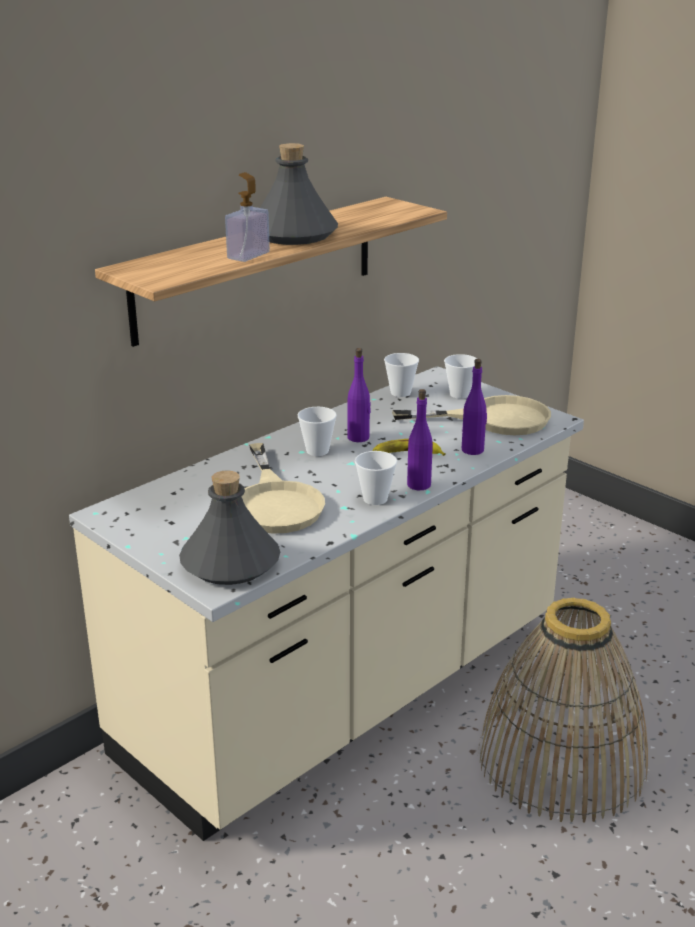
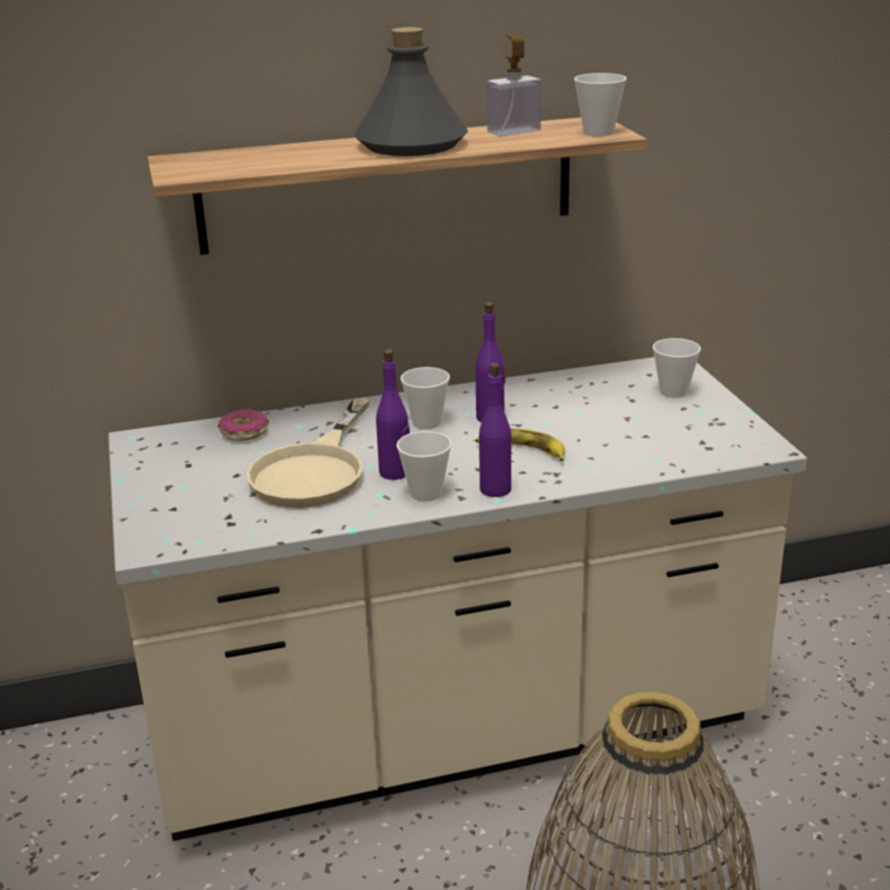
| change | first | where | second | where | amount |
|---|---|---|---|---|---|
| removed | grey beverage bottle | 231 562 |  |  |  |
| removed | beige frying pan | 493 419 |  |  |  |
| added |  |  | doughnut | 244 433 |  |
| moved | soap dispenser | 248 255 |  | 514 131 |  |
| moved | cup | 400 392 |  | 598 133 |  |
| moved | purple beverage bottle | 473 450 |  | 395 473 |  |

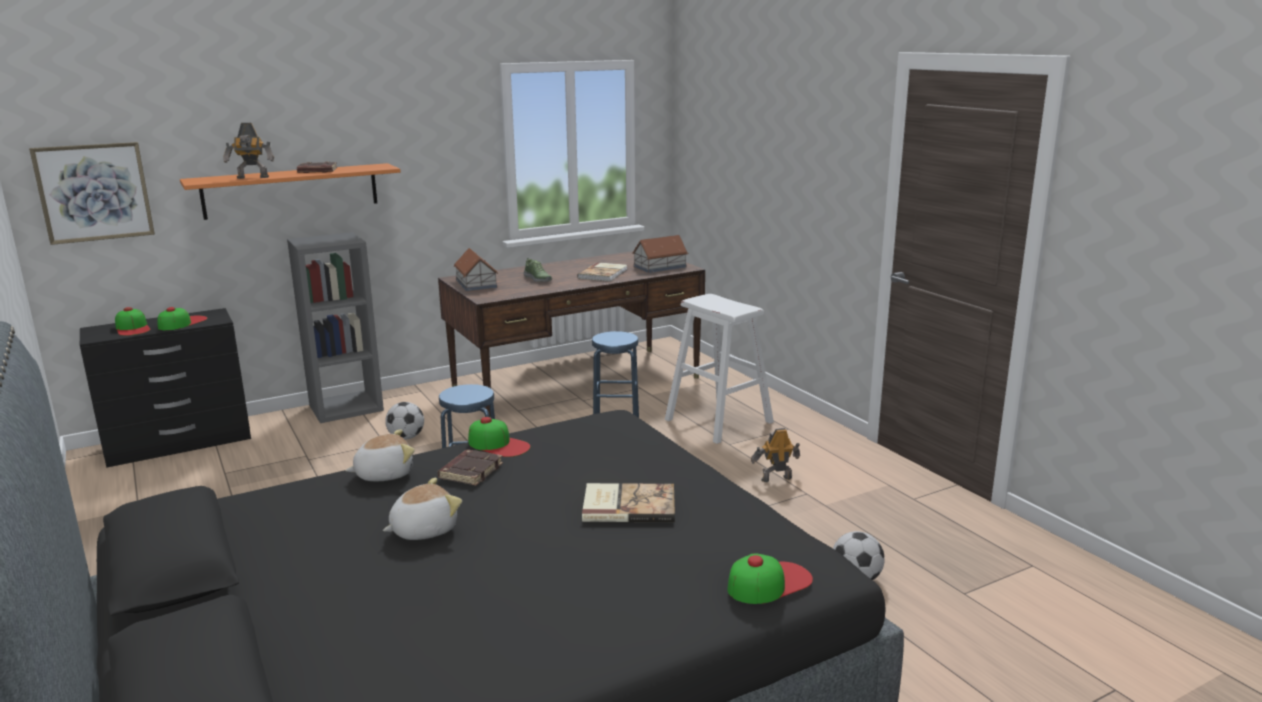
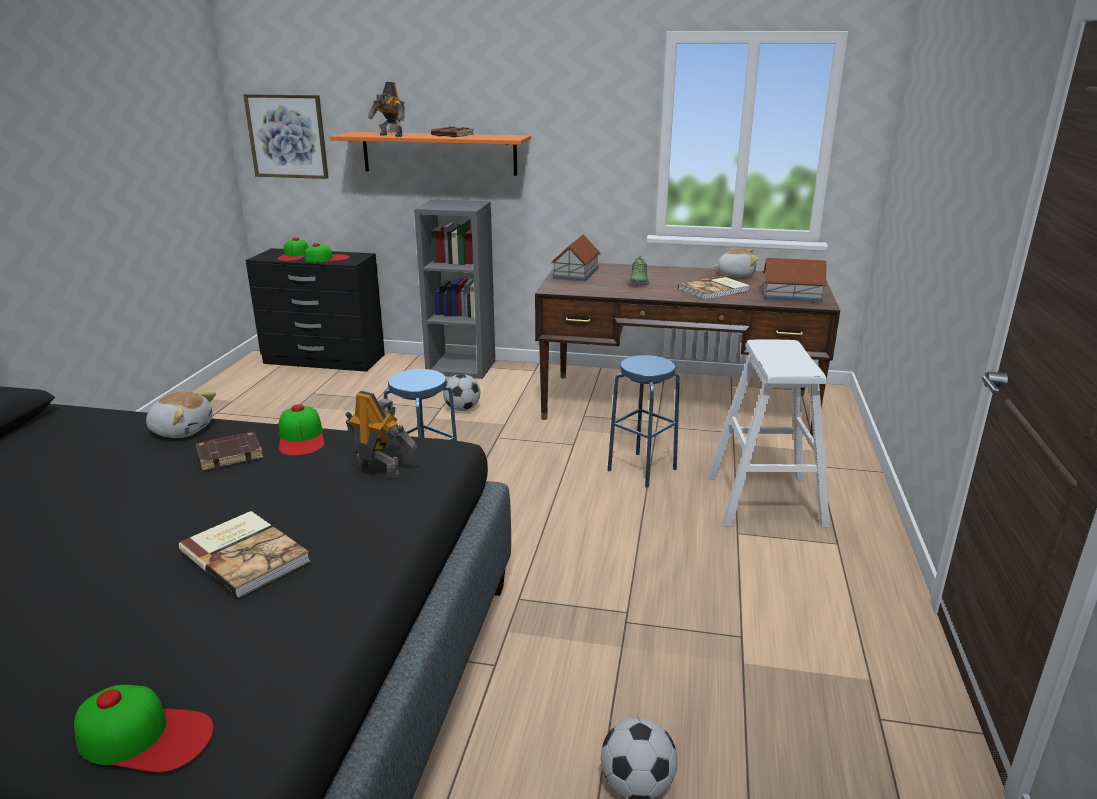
| change | first | where | second | where | amount |
|---|---|---|---|---|---|
| moved | plush toy | 423 530 |  | 735 274 |  |
| moved | toy robot | 775 478 |  | 380 470 |  |

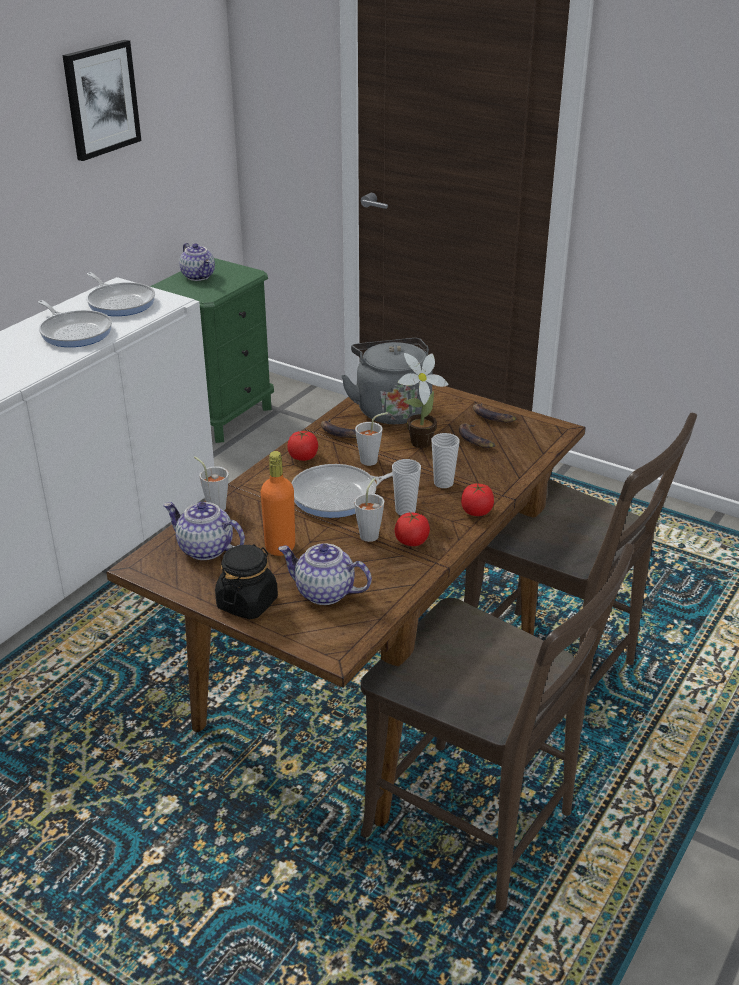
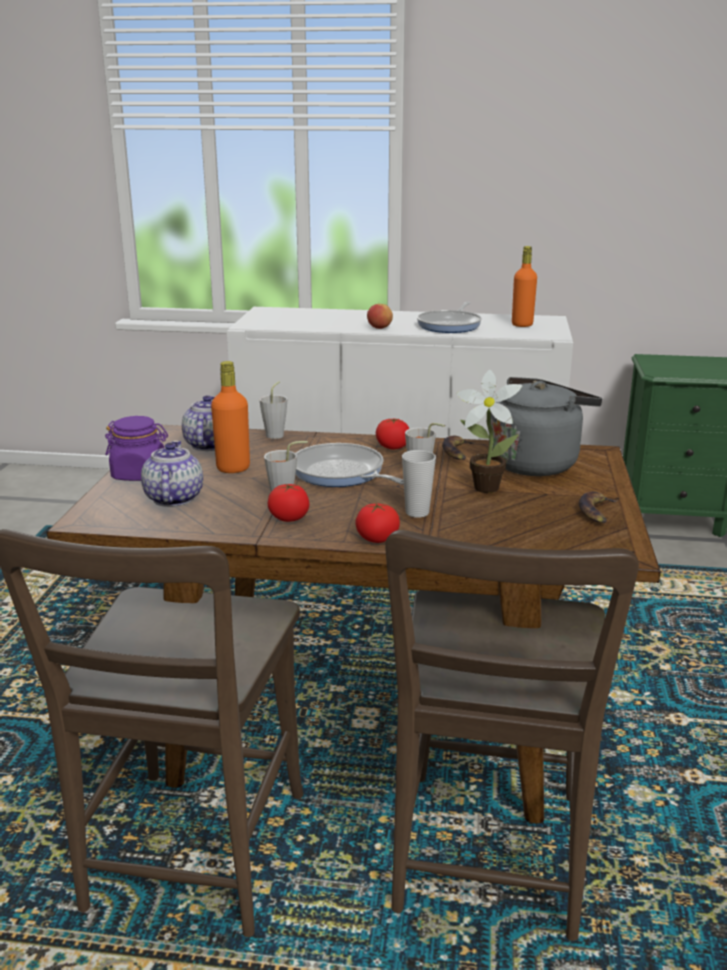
| change | first | where | second | where | amount |
|---|---|---|---|---|---|
| removed | picture | 101 99 |  |  |  |
| removed | pot for tea | 199 276 |  |  |  |
| removed | cup | 405 510 |  |  |  |
| removed | banana | 475 439 |  |  |  |
| added |  |  | apple fruit | 379 328 |  |
| replaced | frying pan | 120 302 | orangey beverage bottle | 522 325 |  |
| recoloured | black preserve jar | 247 603 | purple preserve jar | 139 474 |  |

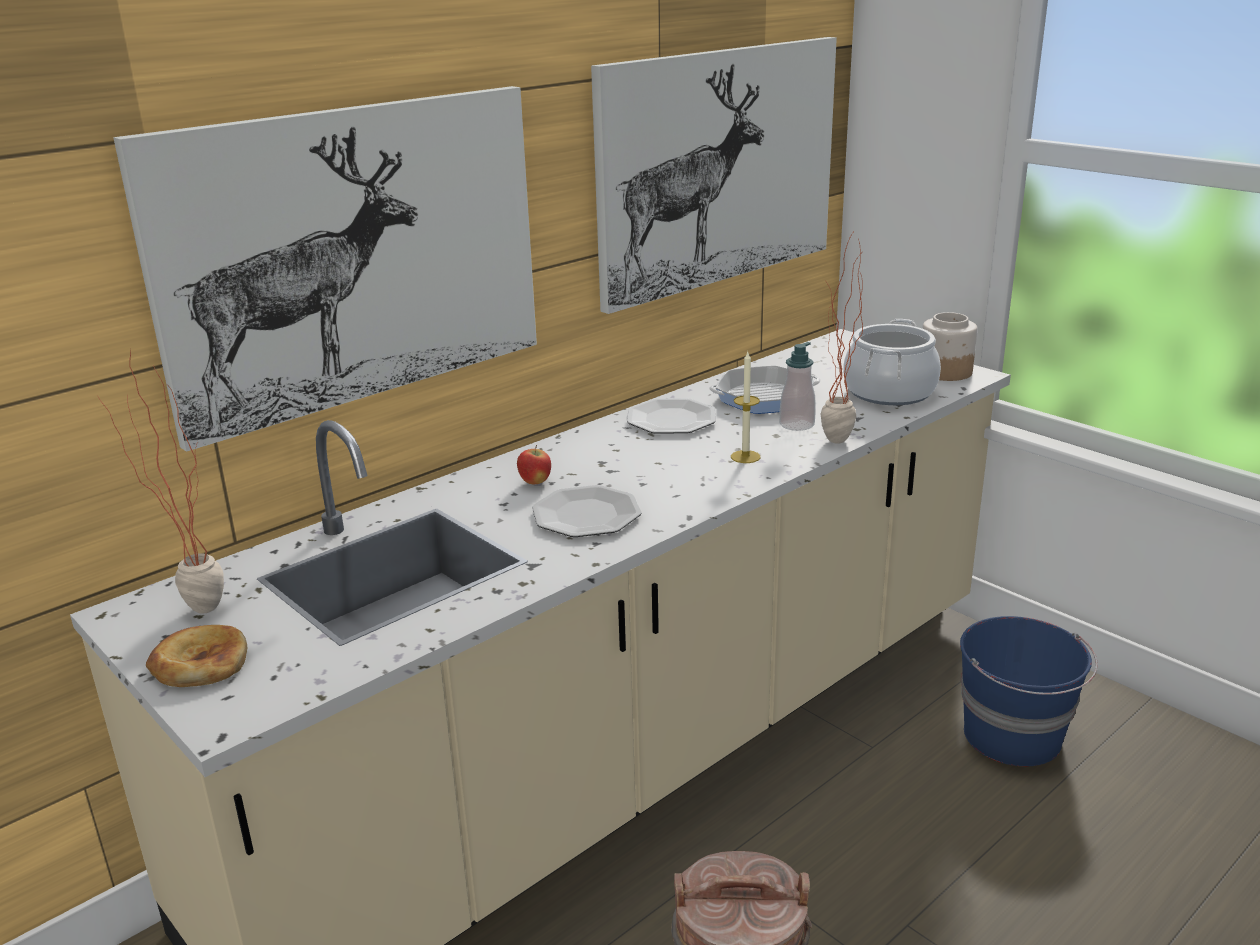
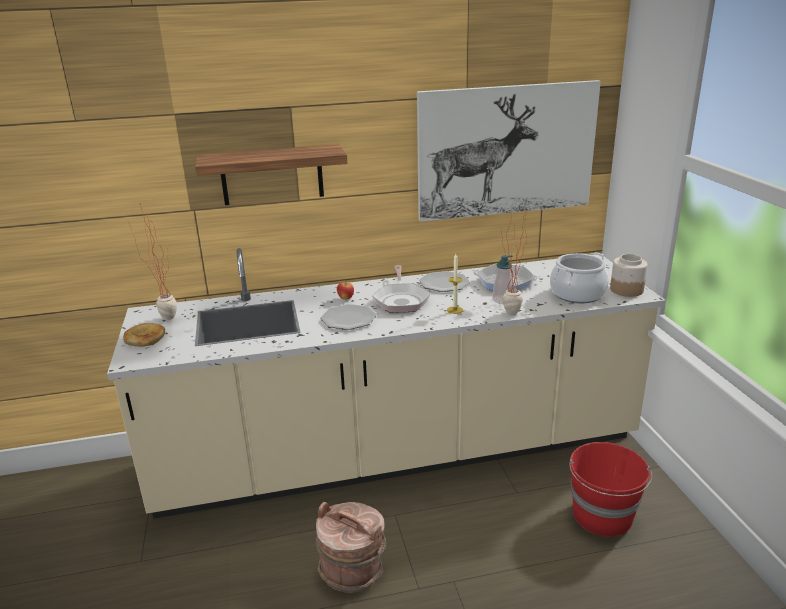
| change | first | where | second | where | amount |
|---|---|---|---|---|---|
| added |  |  | frying pan | 401 300 |  |
| replaced | picture | 355 256 | shelf | 272 175 |  |
| recoloured | blue bucket | 1014 737 | reddish bucket | 603 516 |  |

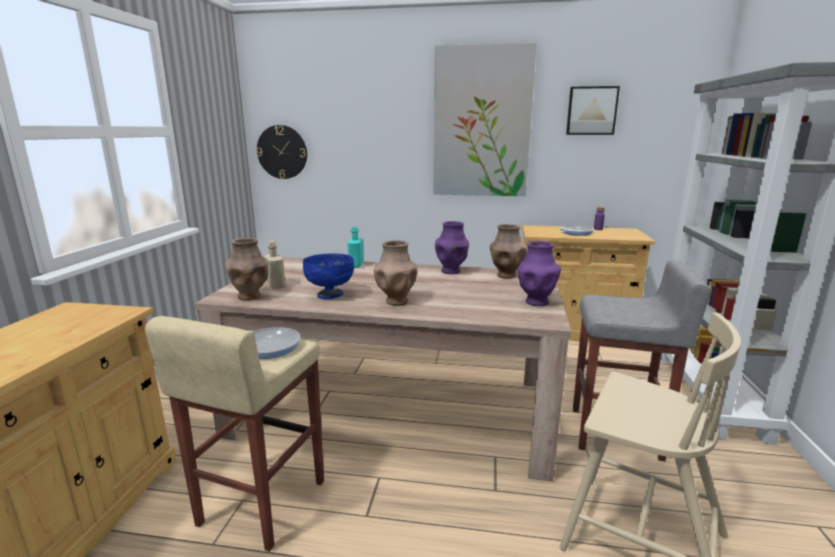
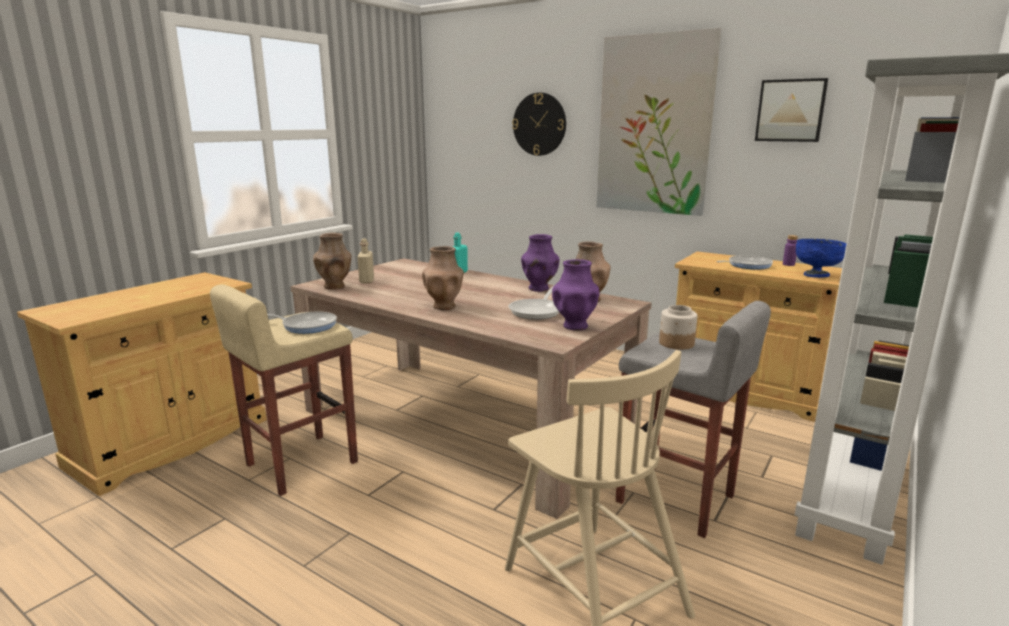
| change | first | where | second | where | amount |
|---|---|---|---|---|---|
| added |  |  | frying pan | 537 311 |  |
| added |  |  | preserve jar | 676 343 |  |
| moved | wall clock | 282 152 |  | 539 124 |  |
| moved | blue deep dish | 330 295 |  | 816 275 |  |

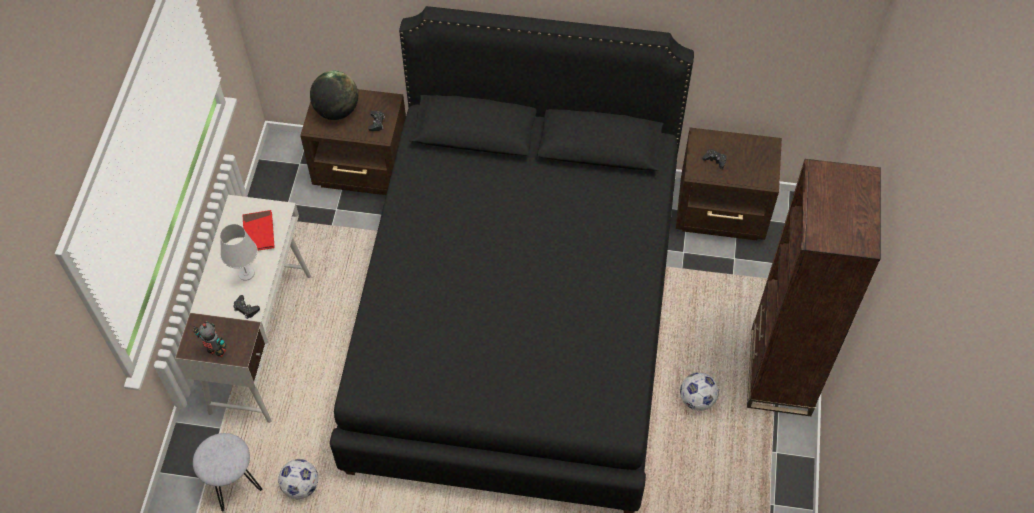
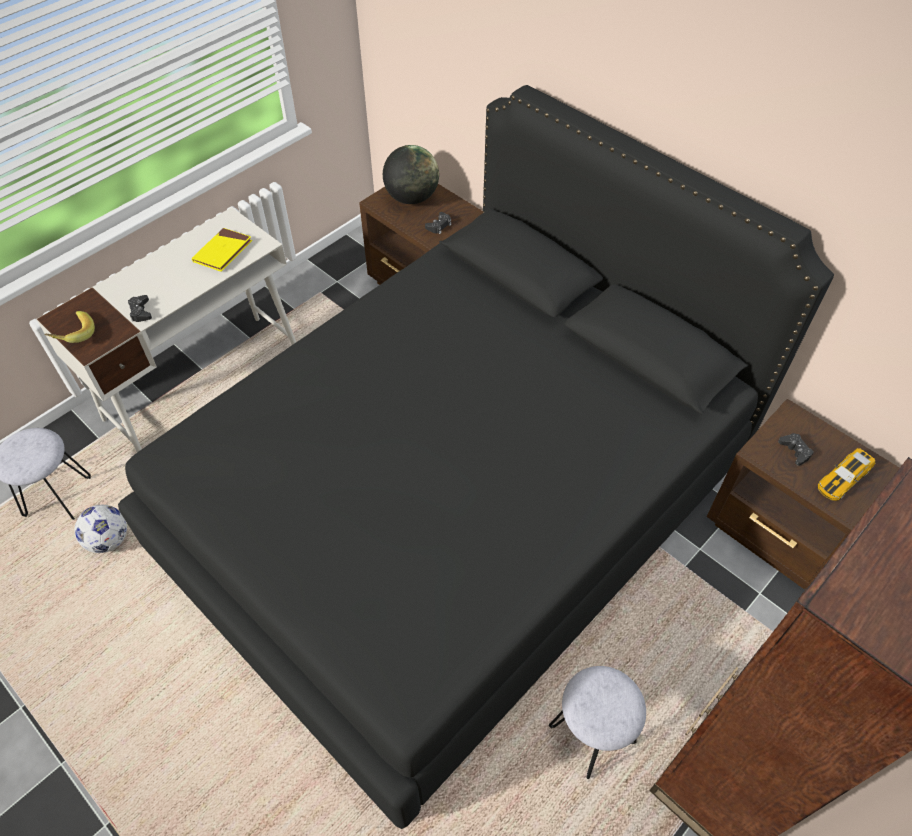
| change | first | where | second | where | amount |
|---|---|---|---|---|---|
| removed | whitish tabletop lamp | 246 273 |  |  |  |
| added |  |  | model car | 843 479 |  |
| replaced | toy robot | 216 352 | banana | 73 335 |  |
| replaced | ball for football | 697 400 | grey sitting stool | 591 735 |  |
| recoloured | reddish book | 258 232 | yellow book | 223 252 |  |

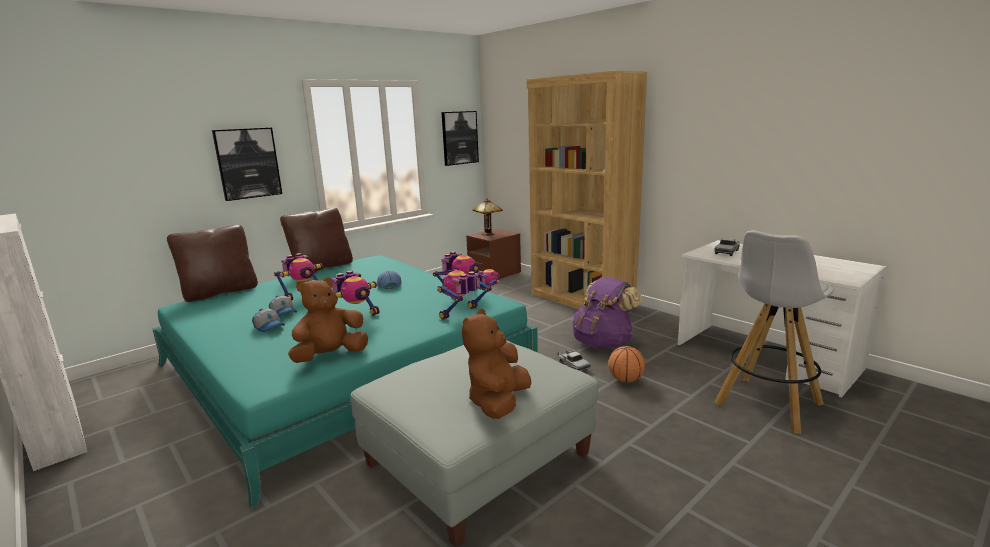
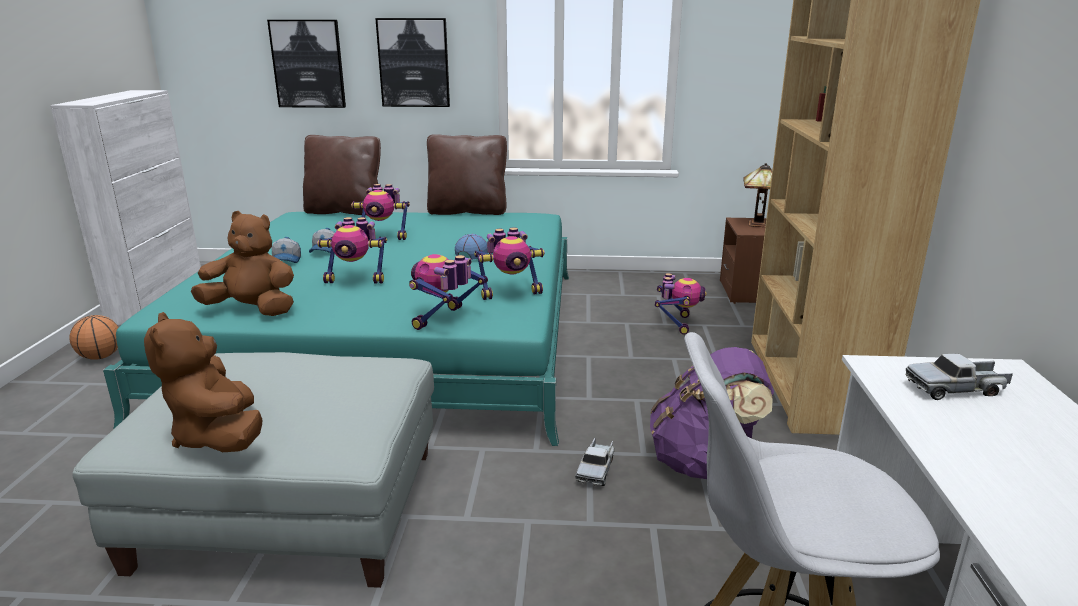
| change | first | where | second | where | amount |
|---|---|---|---|---|---|
| moved | picture | 459 138 |  | 308 64 |  |
| moved | basketball ball | 625 380 |  | 100 357 |  |
| turned | toy robot | 462 314 |  | 445 320 | 60 degrees counterclockwise |
| turned | brownish plush toy | 498 403 |  | 219 437 | 90 degrees counterclockwise |

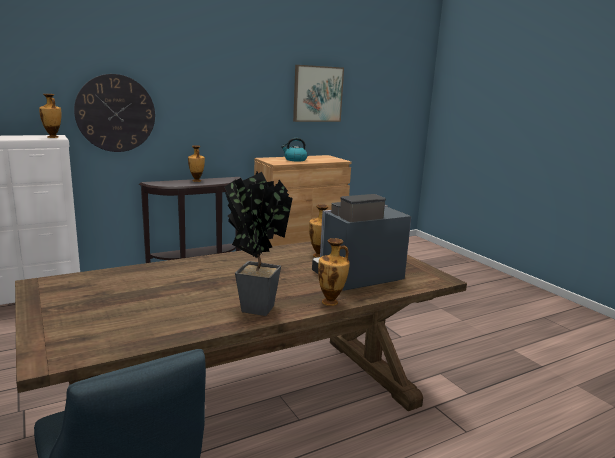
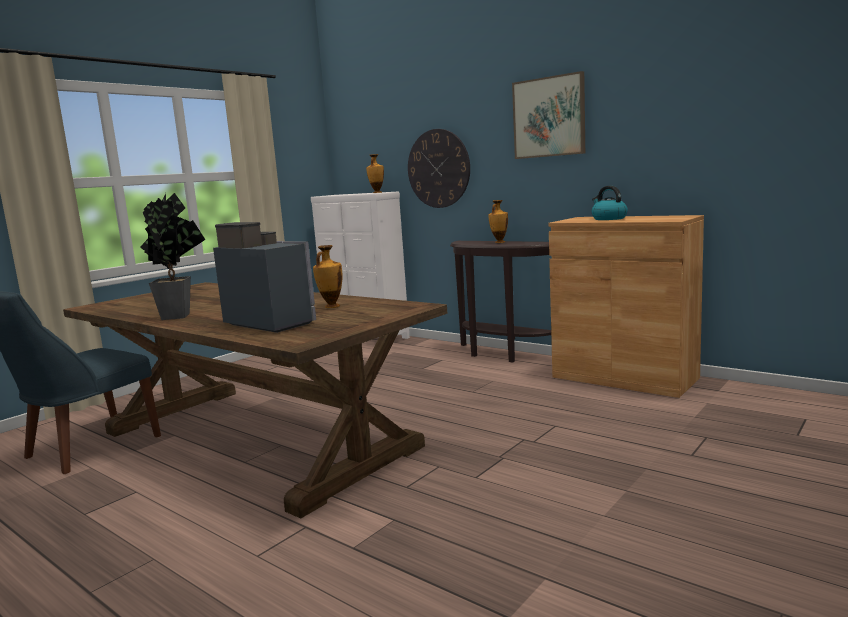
| change | first | where | second | where | amount |
|---|---|---|---|---|---|
| removed | vase | 331 302 |  |  |  |
| moved | picture | 317 94 |  | 549 117 |  |

